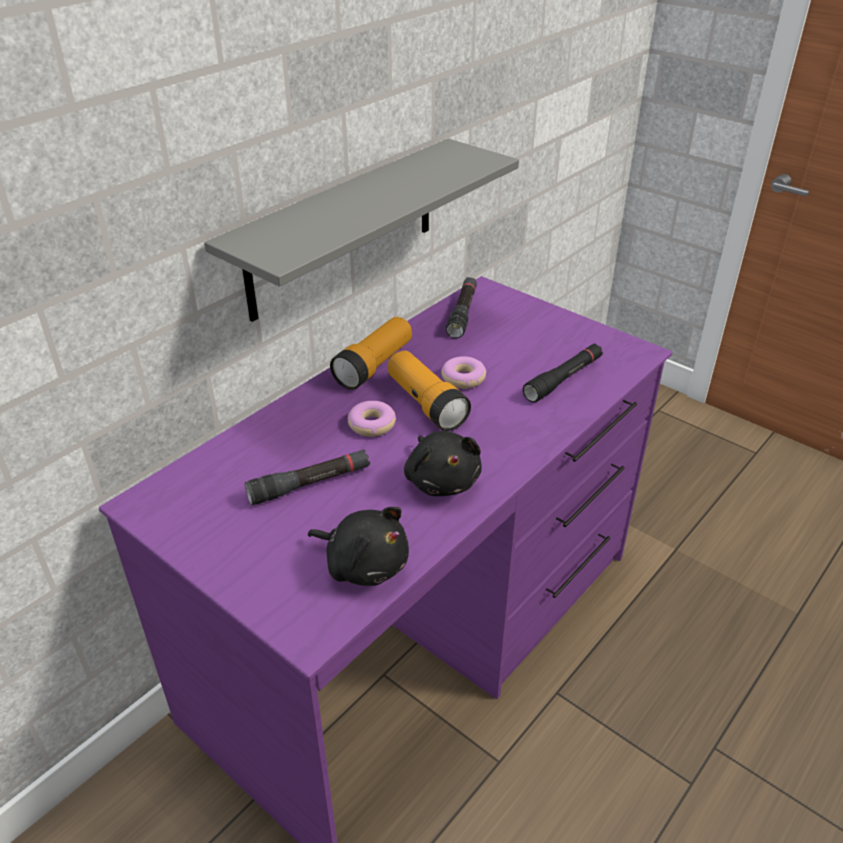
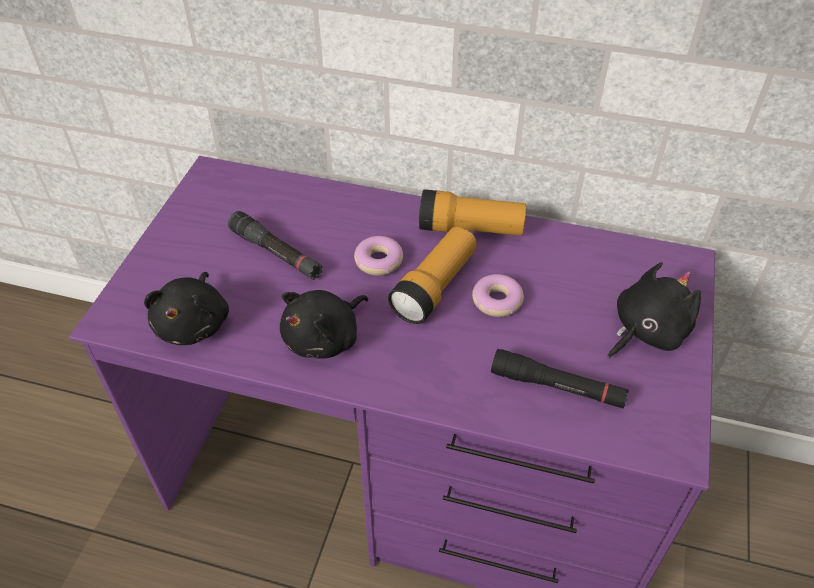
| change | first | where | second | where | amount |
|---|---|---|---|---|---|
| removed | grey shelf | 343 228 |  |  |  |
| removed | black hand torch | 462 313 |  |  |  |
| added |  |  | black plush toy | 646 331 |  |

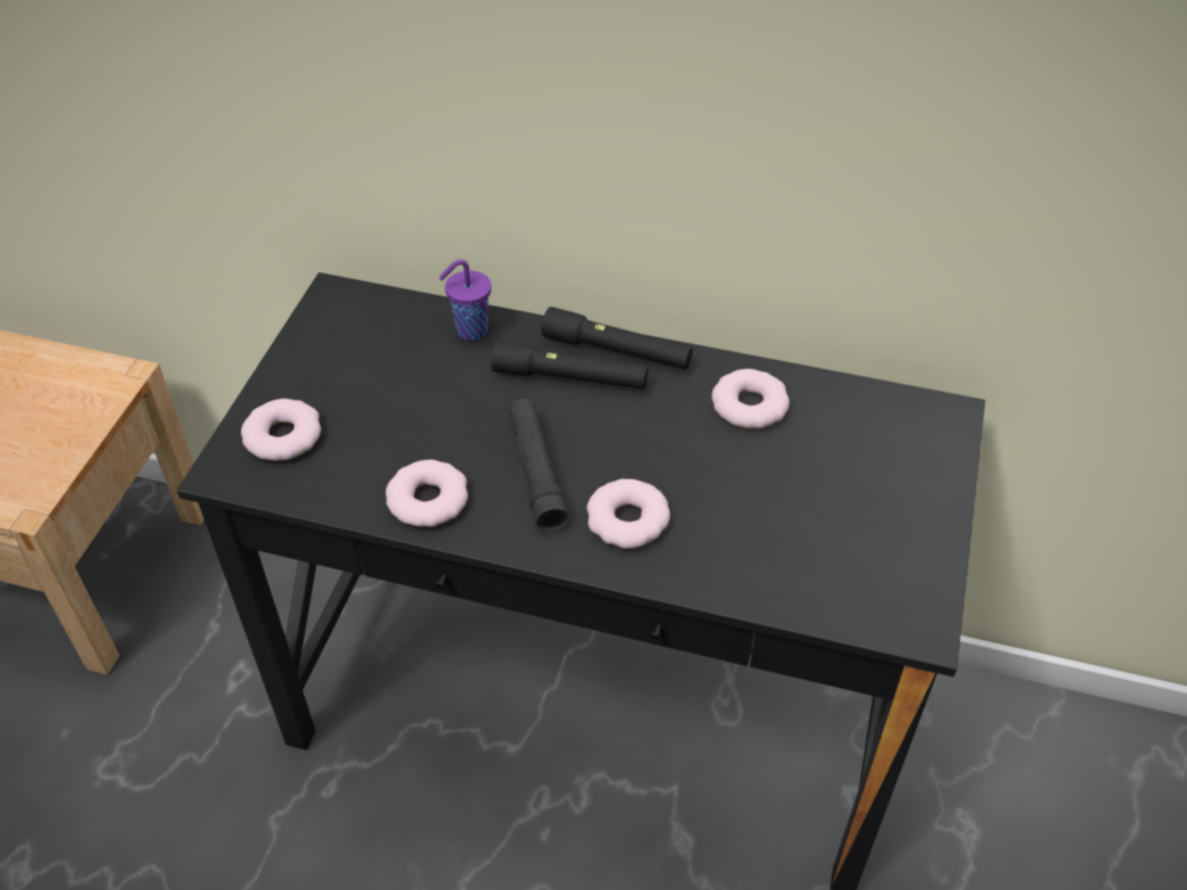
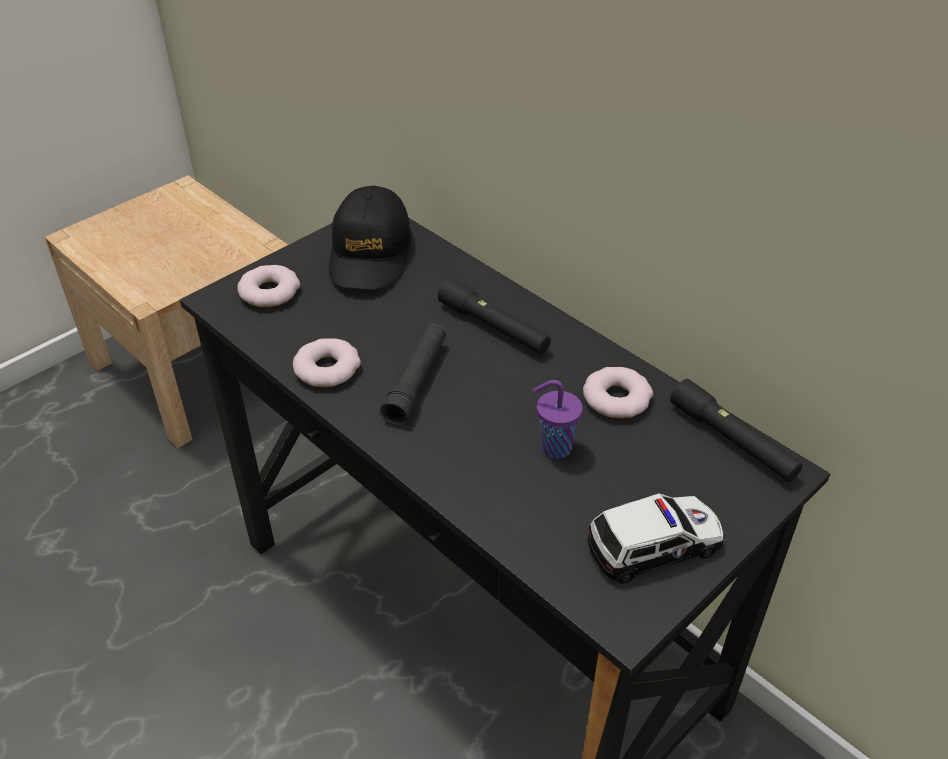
| change | first | where | second | where | amount |
|---|---|---|---|---|---|
| removed | doughnut | 628 520 |  |  |  |
| added |  |  | black peaked cap | 370 254 |  |
| added |  |  | model car | 655 545 |  |
| moved | purple cup | 470 331 |  | 553 447 |  |
| moved | black hand torch | 617 351 |  | 732 440 |  |

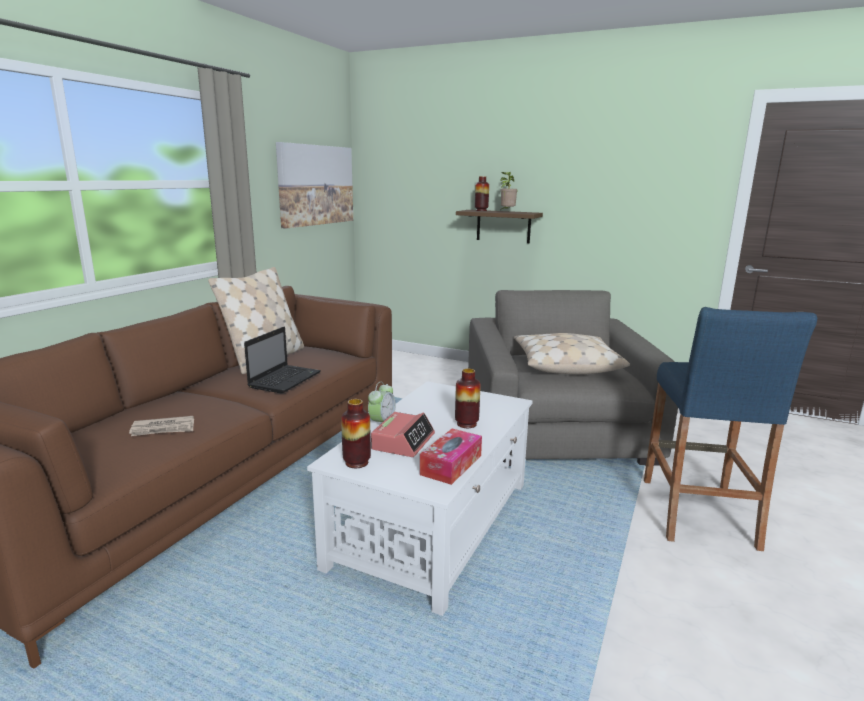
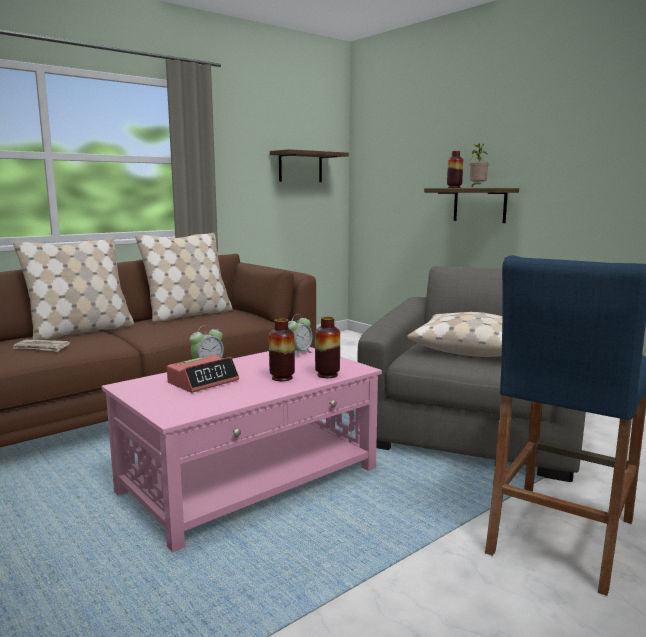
| change | first | where | second | where | amount |
|---|---|---|---|---|---|
| removed | laptop | 285 379 |  |  |  |
| removed | box of tissues | 451 465 |  |  |  |
| added |  |  | beige pillow | 81 331 |  |
| added |  |  | table clock | 298 353 |  |
| moved | vase | 356 462 |  | 327 375 |  |
| replaced | picture | 316 185 | shelf | 300 167 |  |
| recoloured | whitish coffee table | 434 523 | pinkish coffee table | 252 480 |  |

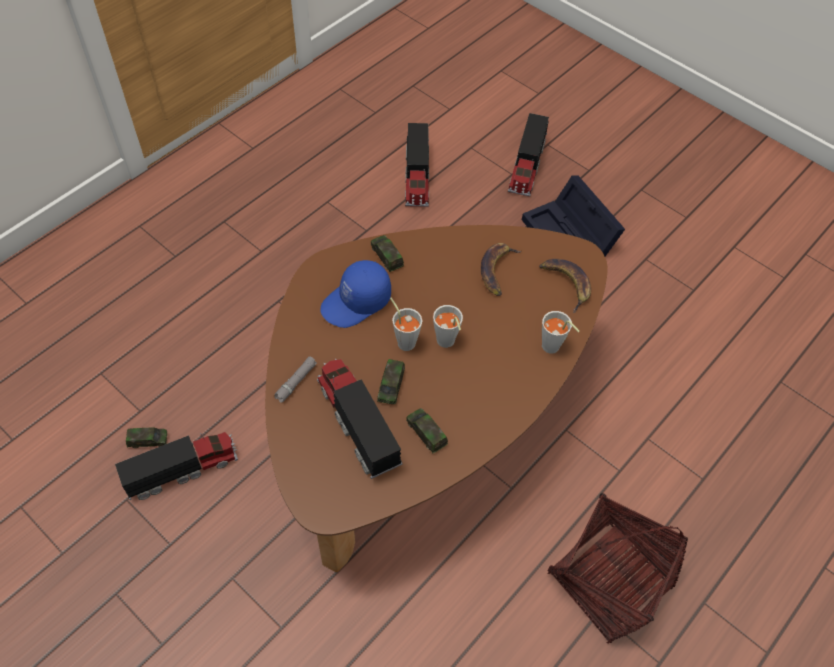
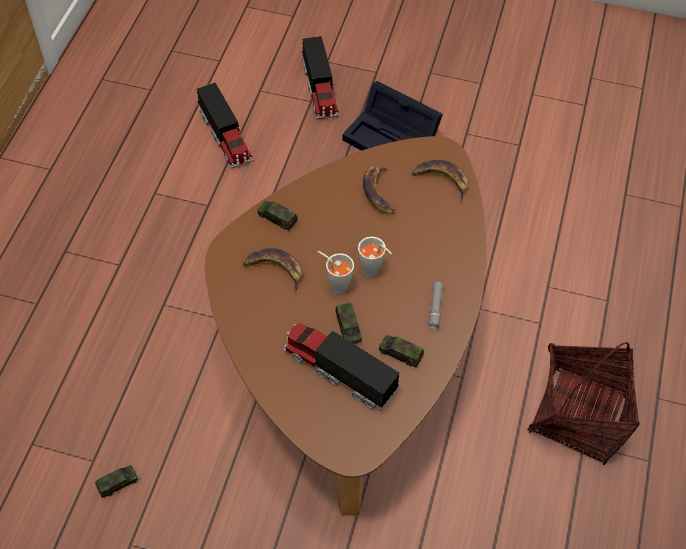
| change | first | where | second | where | amount |
|---|---|---|---|---|---|
| removed | toy lorry | 183 469 |  |  |  |
| removed | grey cup | 553 349 |  |  |  |
| moved | grey hand torch | 296 382 |  | 435 308 |  |
| replaced | blue peaked cap | 356 302 | banana | 276 269 |  |

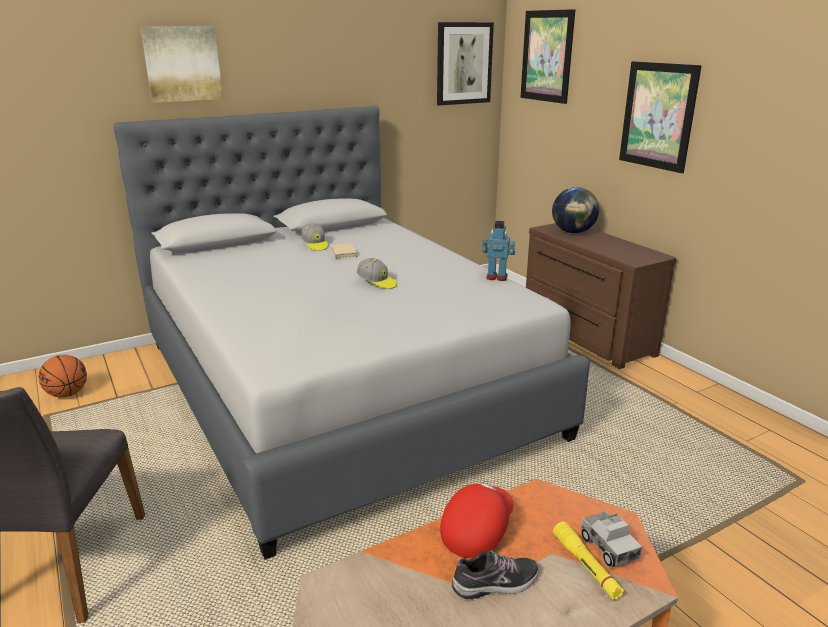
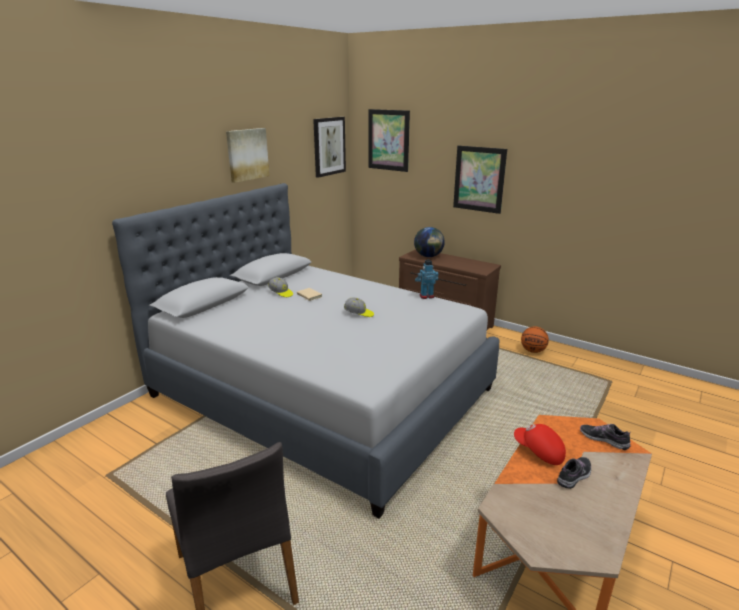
| change | first | where | second | where | amount |
|---|---|---|---|---|---|
| removed | yellow hand torch | 586 566 |  |  |  |
| moved | basketball ball | 67 394 |  | 533 351 |  |
| moved | picture | 182 64 |  | 247 154 |  |
| replaced | toy lorry | 608 547 | item of footwear | 604 439 |  |
| turned | reddish peaked cap | 476 530 |  | 538 452 | 60 degrees counterclockwise |

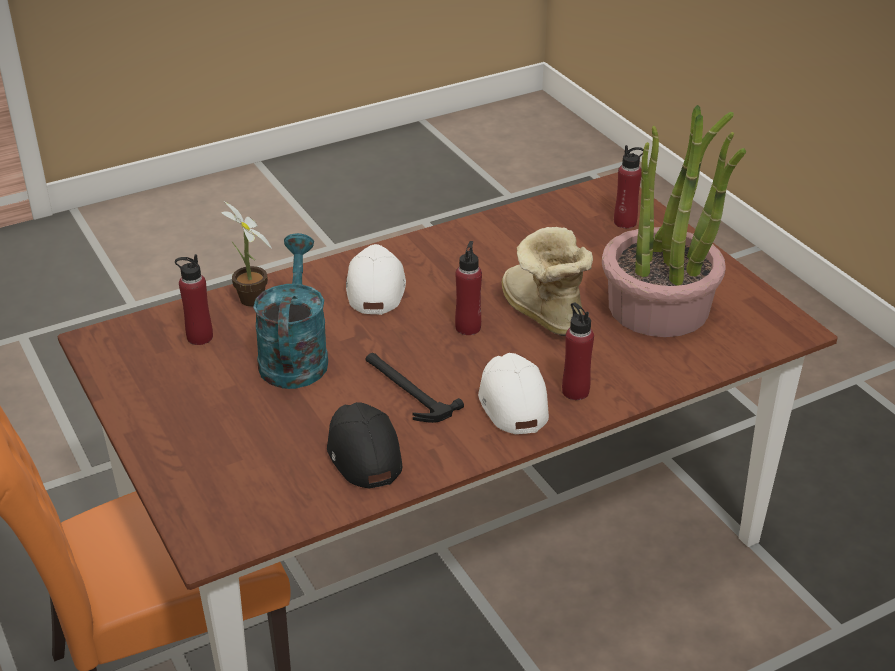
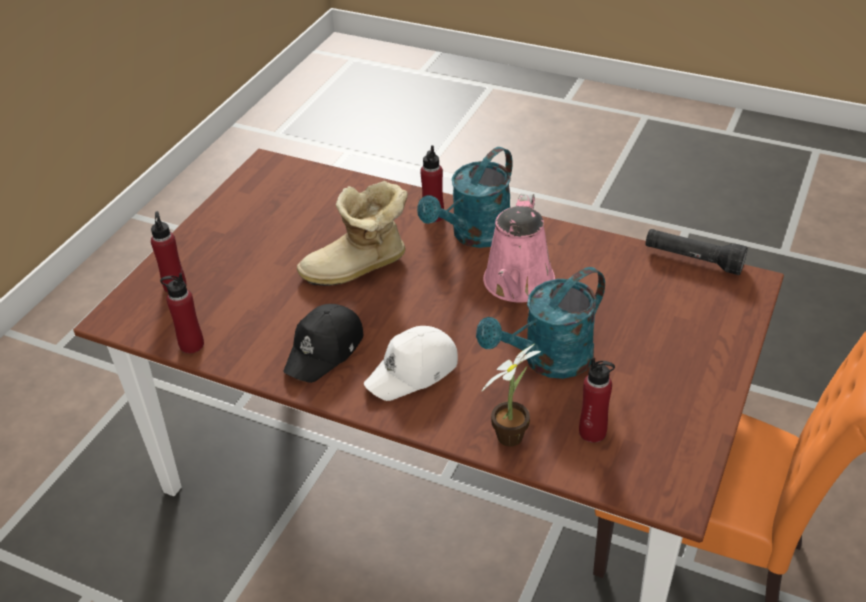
| change | first | where | second | where | amount |
|---|---|---|---|---|---|
| removed | potted plant | 659 308 |  |  |  |
| added |  |  | black hand torch | 693 260 |  |
| moved | black peaked cap | 362 452 |  | 325 350 |  |
| moved | reddish beverage bottle | 468 327 |  | 191 345 |  |
| replaced | hand hammer | 406 389 | pinkish watering pot | 517 284 |  |
| replaced | whitish peaked cap | 511 401 | turquoise-coloured watering pot | 474 236 |  |
| turned | tall boot | 541 314 |  | 358 268 | 45 degrees clockwise |

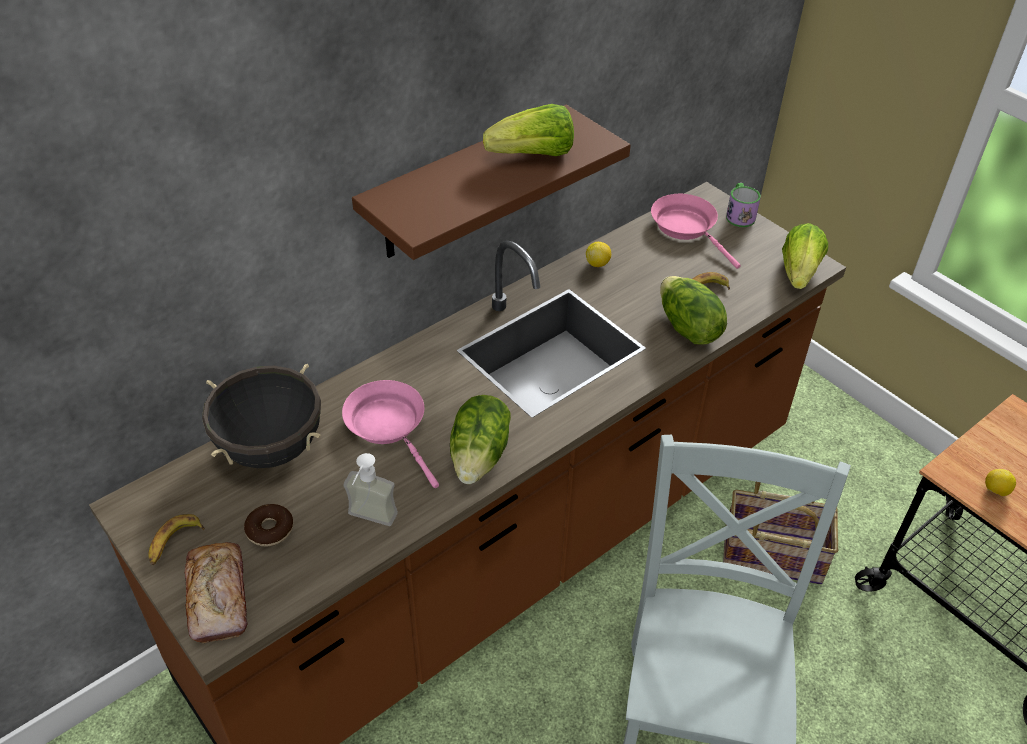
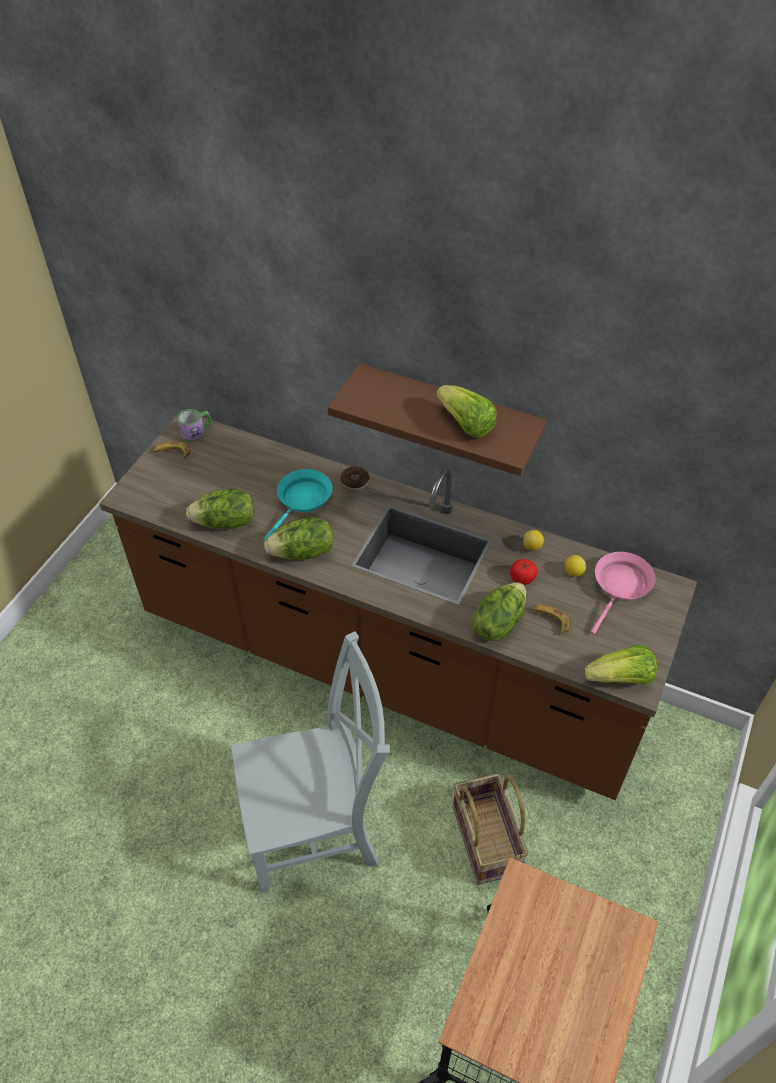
| change | first | where | second | where | amount |
|---|---|---|---|---|---|
| removed | bread | 218 598 |  |  |  |
| removed | black cooking pot | 271 448 |  |  |  |
| added |  |  | whole tomato | 522 578 |  |
| moved | doughnut | 270 530 |  | 355 481 |  |
| moved | coffee mug | 739 214 |  | 197 432 |  |
| moved | citrus fruit | 995 491 |  | 573 572 |  |
| replaced | soap dispenser | 368 521 | lettuce | 225 523 |  |
| recoloured | pinkish frying pan | 389 426 | turquoise-coloured frying pan | 302 501 |  |

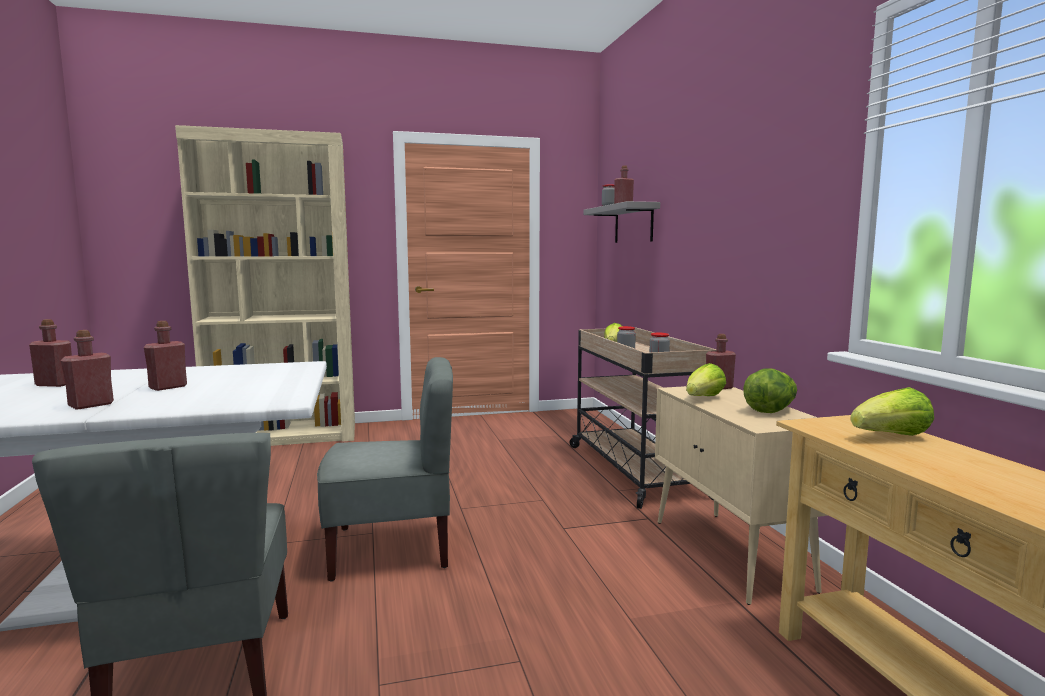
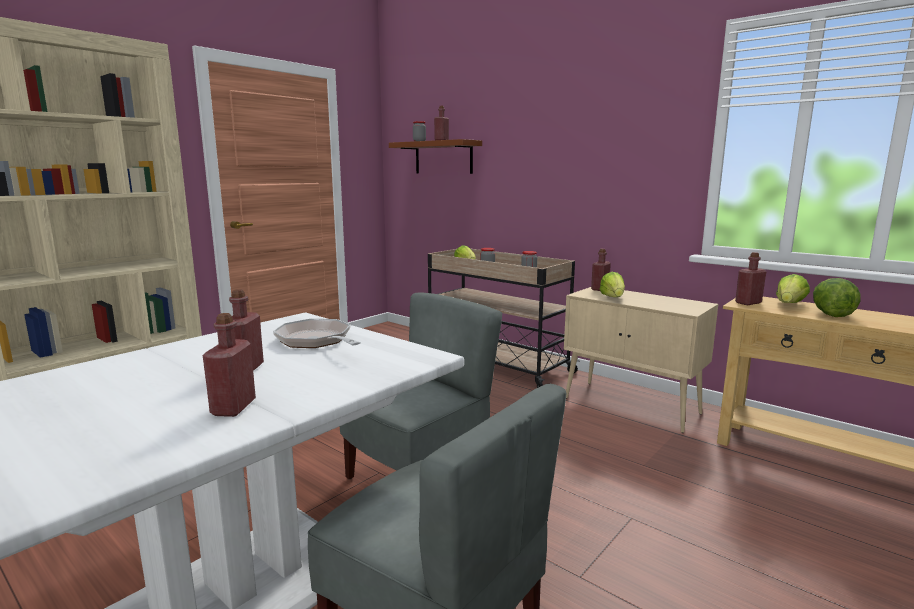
| change | first | where | second | where | amount |
|---|---|---|---|---|---|
| added |  |  | frying pan | 316 341 |  |
| moved | reddish beverage bottle | 55 384 |  | 748 303 |  |
| moved | lettuce | 770 410 |  | 830 314 |  |
| recoloured | grey shelf | 633 224 | brownish shelf | 443 158 |  |

